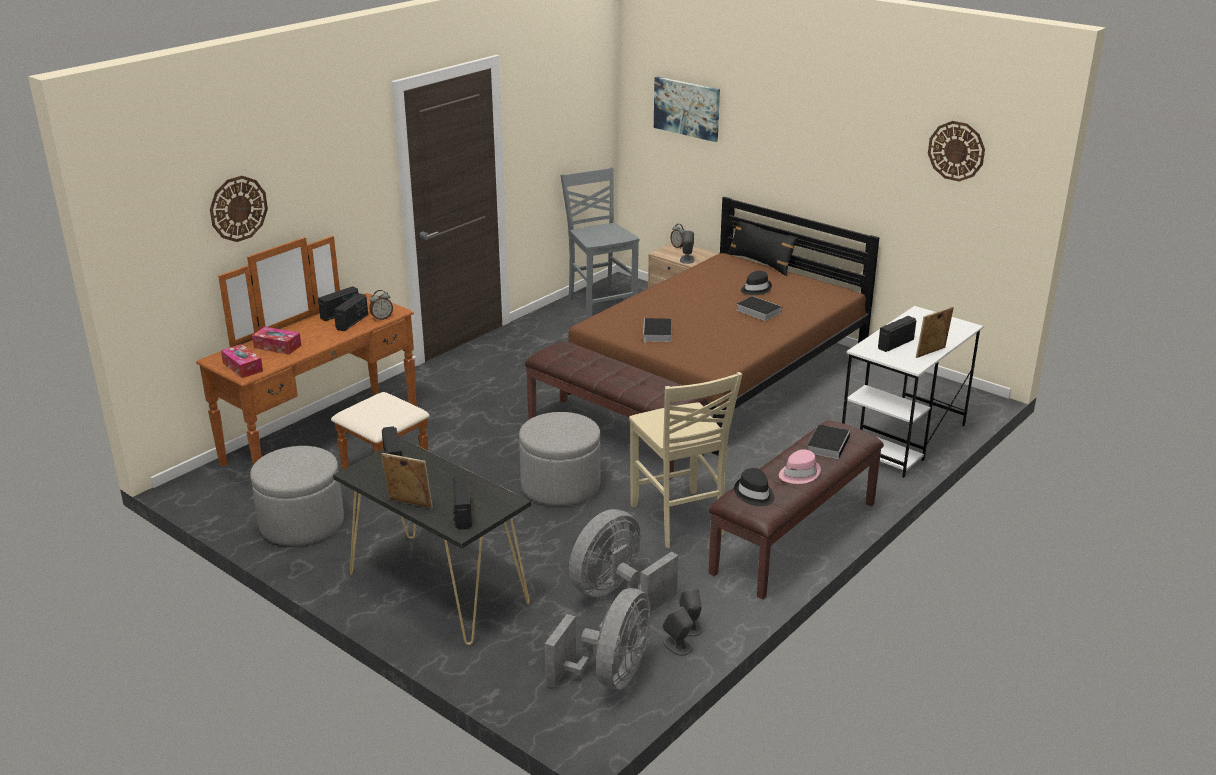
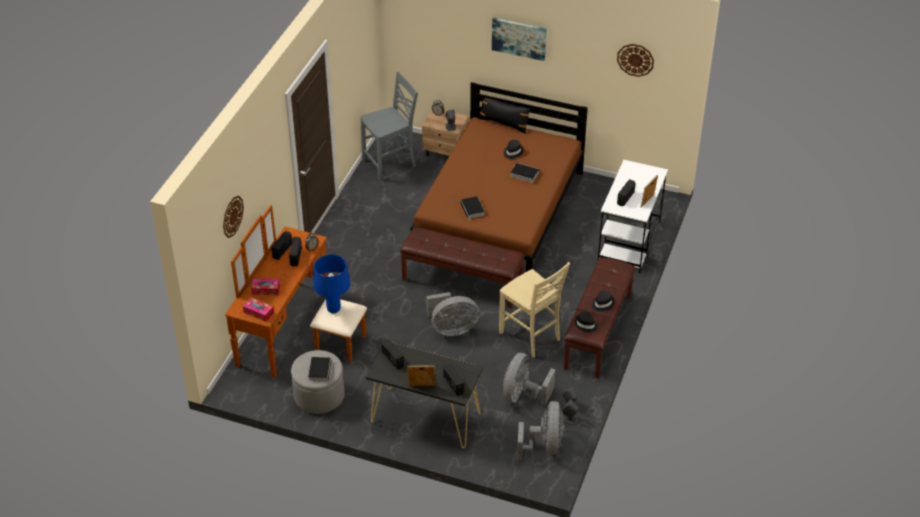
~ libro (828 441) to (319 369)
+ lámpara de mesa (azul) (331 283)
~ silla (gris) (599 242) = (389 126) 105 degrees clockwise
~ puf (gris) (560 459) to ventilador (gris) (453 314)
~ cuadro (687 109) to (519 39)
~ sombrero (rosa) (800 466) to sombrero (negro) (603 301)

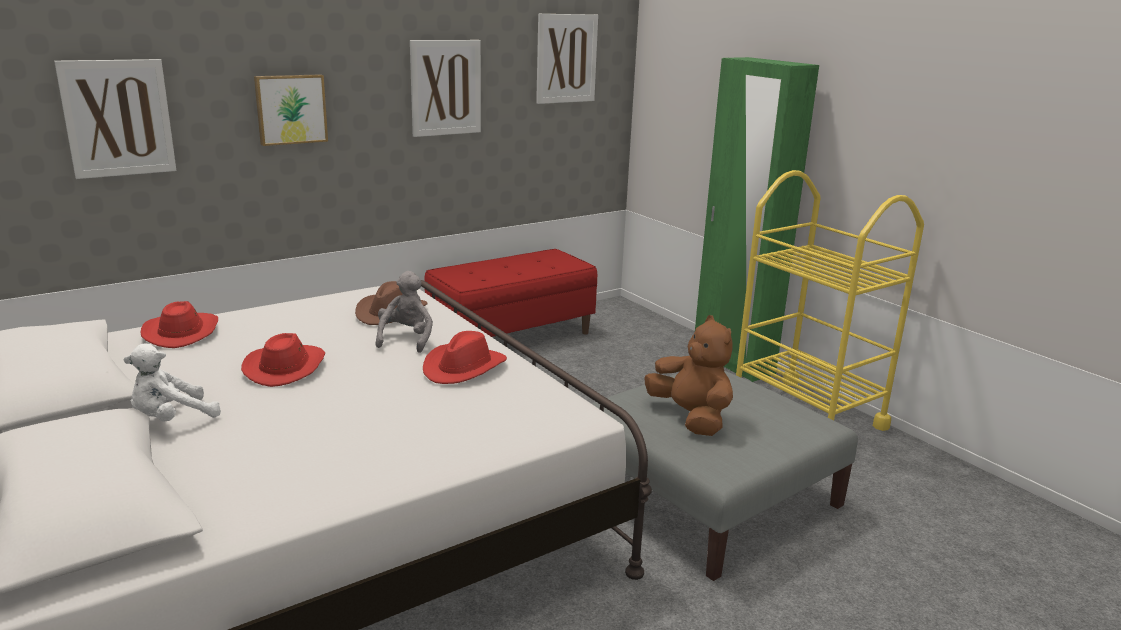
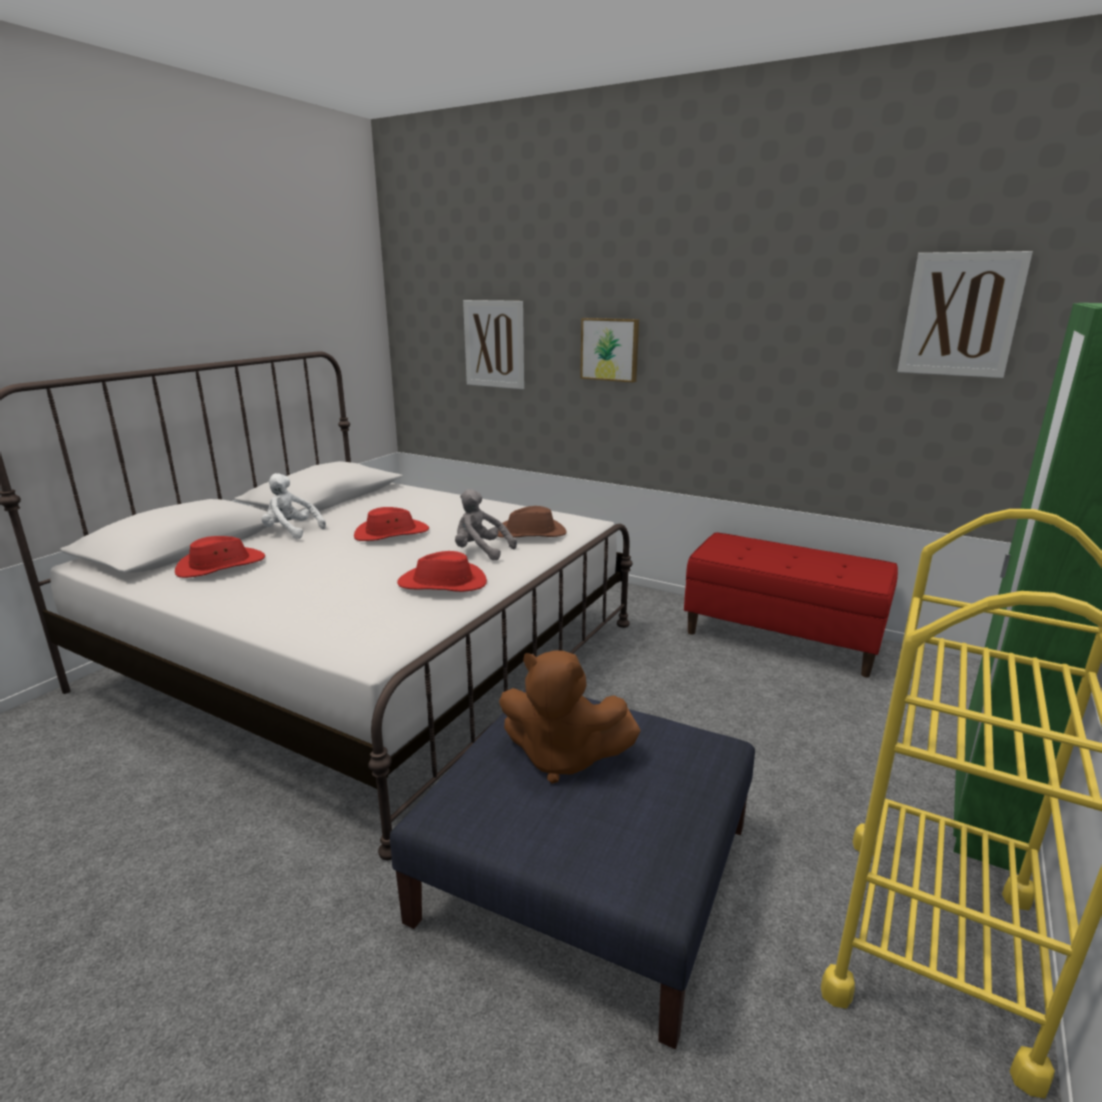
~ sombrero (rojo) (179 324) to (220 557)
~ puf (gris) (724 476) to puf (azul) (572 869)
~ peluche (gris) (404 312) = (486 524) 135 degrees counterclockwise
~ peluche (marrón) (688 375) = (570 717) 75 degrees clockwise
- cuadro (445 88)

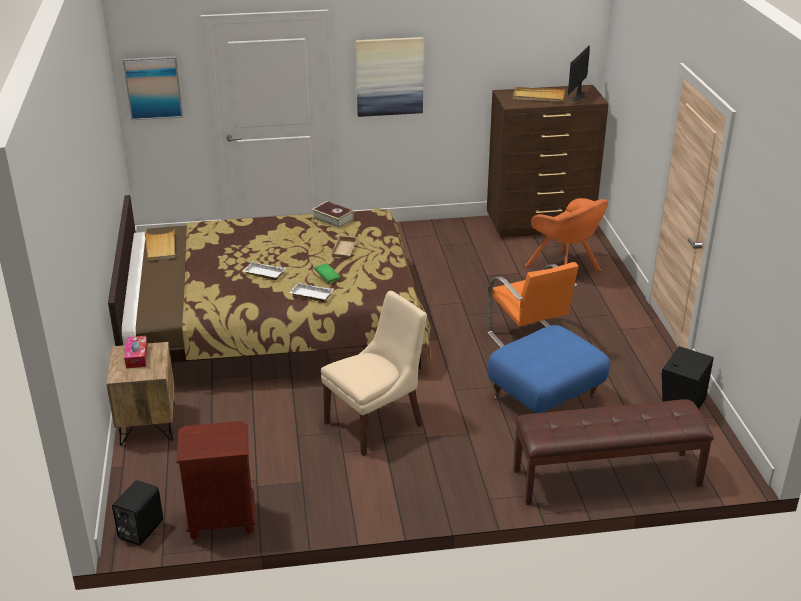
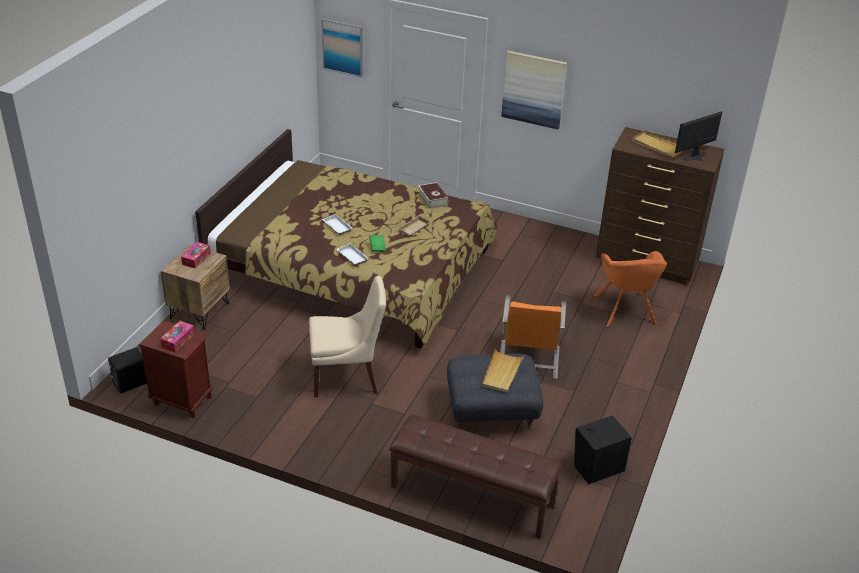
+ caja de pañuelos (177 336)
~ puf (azul) (549 369) to puf (gris) (495 392)
~ bandeja (beis) (159 244) to (503 371)

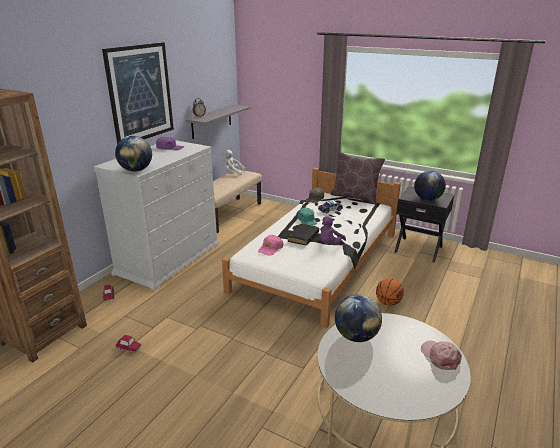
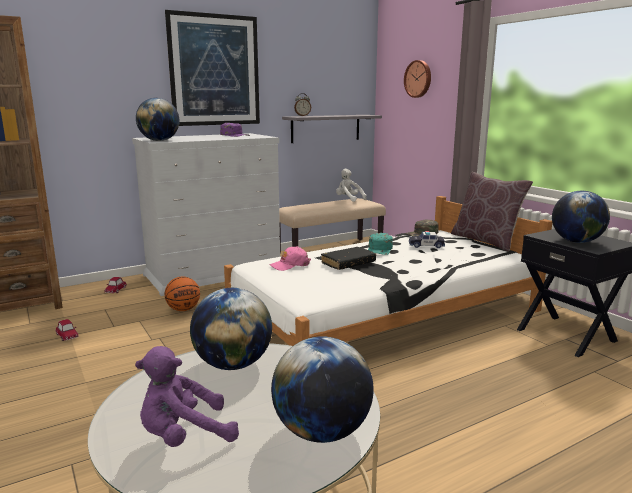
~ peluche (morado) (333 230) to (187 396)
~ balón de baloncesto (390 292) to (182 294)
~ gorra (rosa) (441 355) to globo terráqueo (322 389)
+ reloj de pared (417 79)

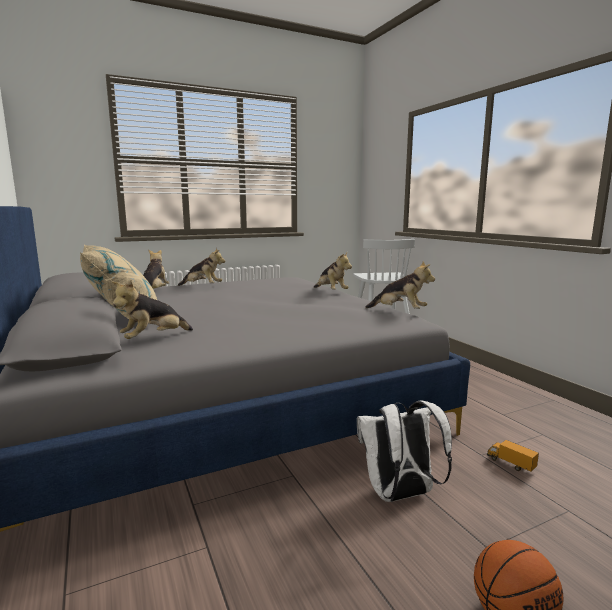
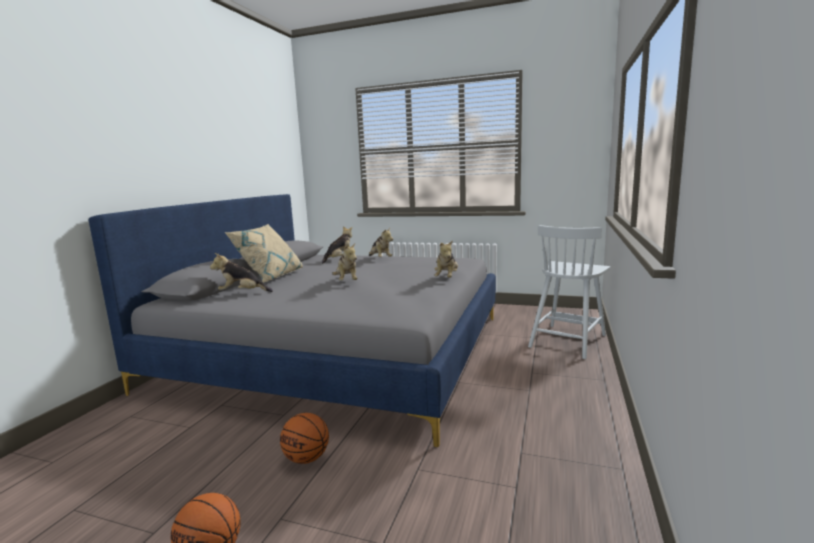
~ mochila (blanco) (404 451) to balón de baloncesto (304 438)
~ peluche (400 285) to (344 262)
- camión de juguete (513 456)

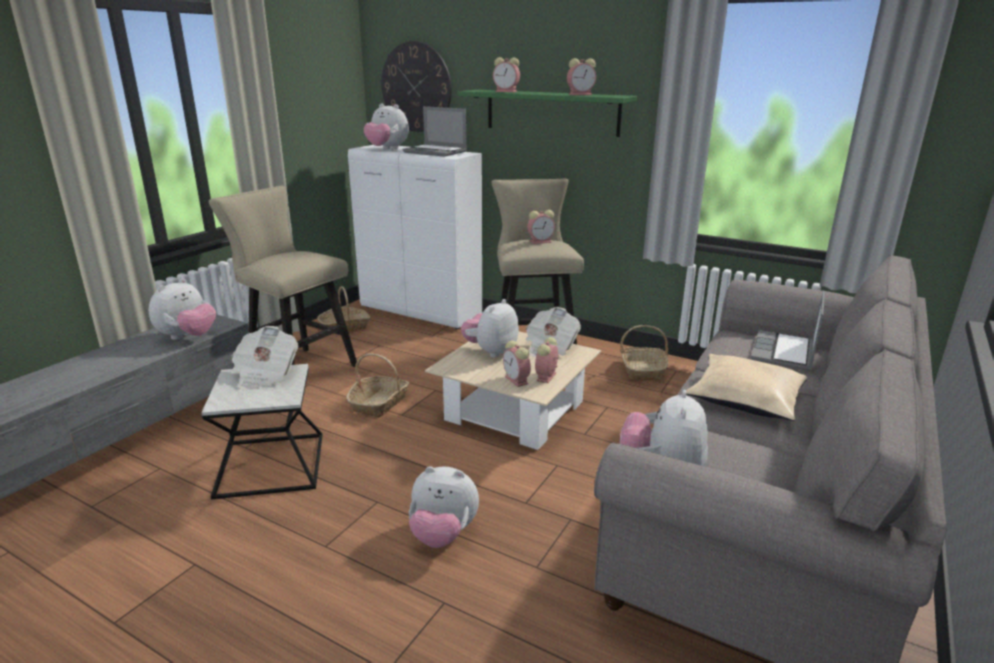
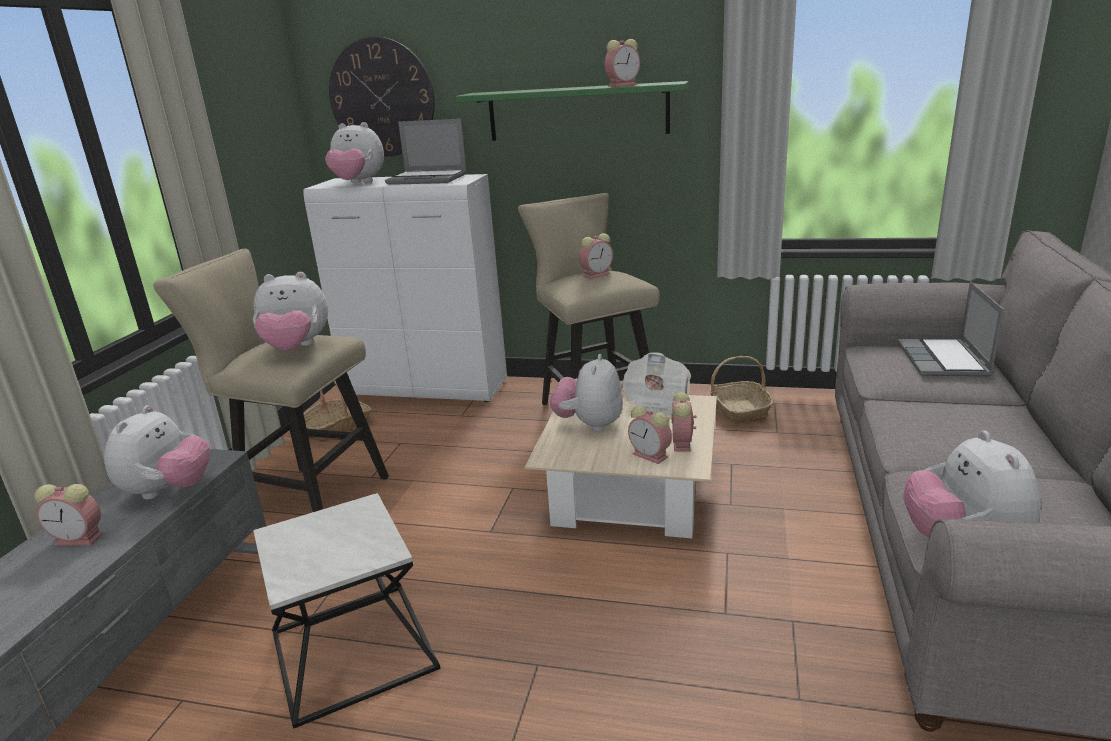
~ despertador (506 74) to (68 515)
~ peluche (444 507) to (290 311)
- periódico (264 358)
- cesta (377 385)
- cojín (beis) (746 387)

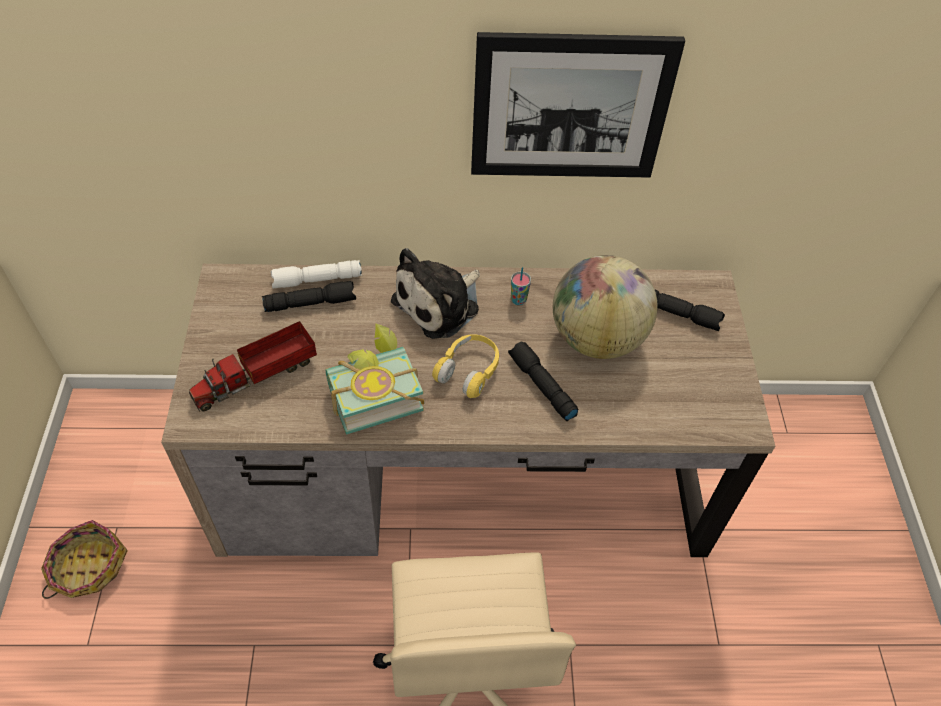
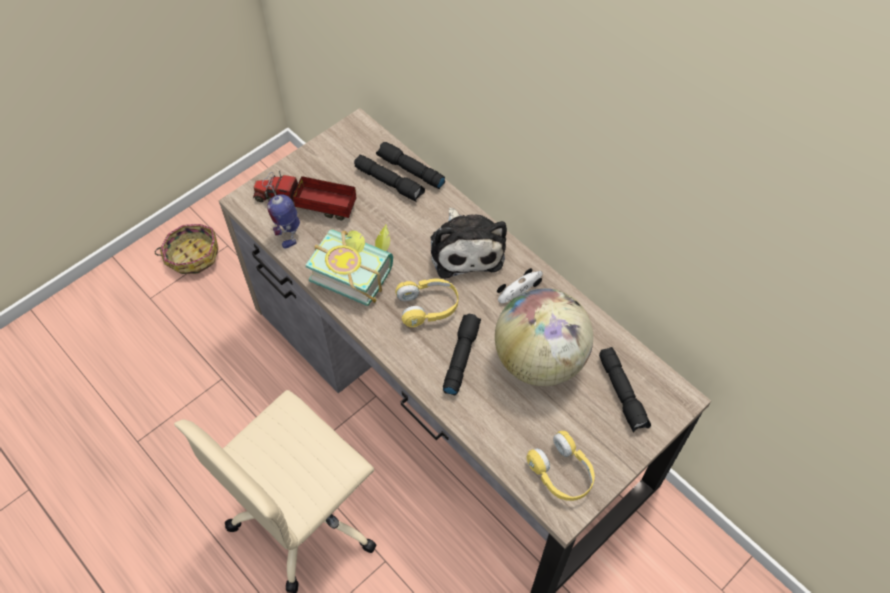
+ robot de juguete (281 210)
~ linterna (blanco) (316 274) to linterna (negro) (410 165)
~ peluche (435 293) = (469 242) 105 degrees counterclockwise
~ taza (521 286) to coche de juguete (520 285)
+ auriculares (amarillo) (560 466)
- cuadro (578 105)

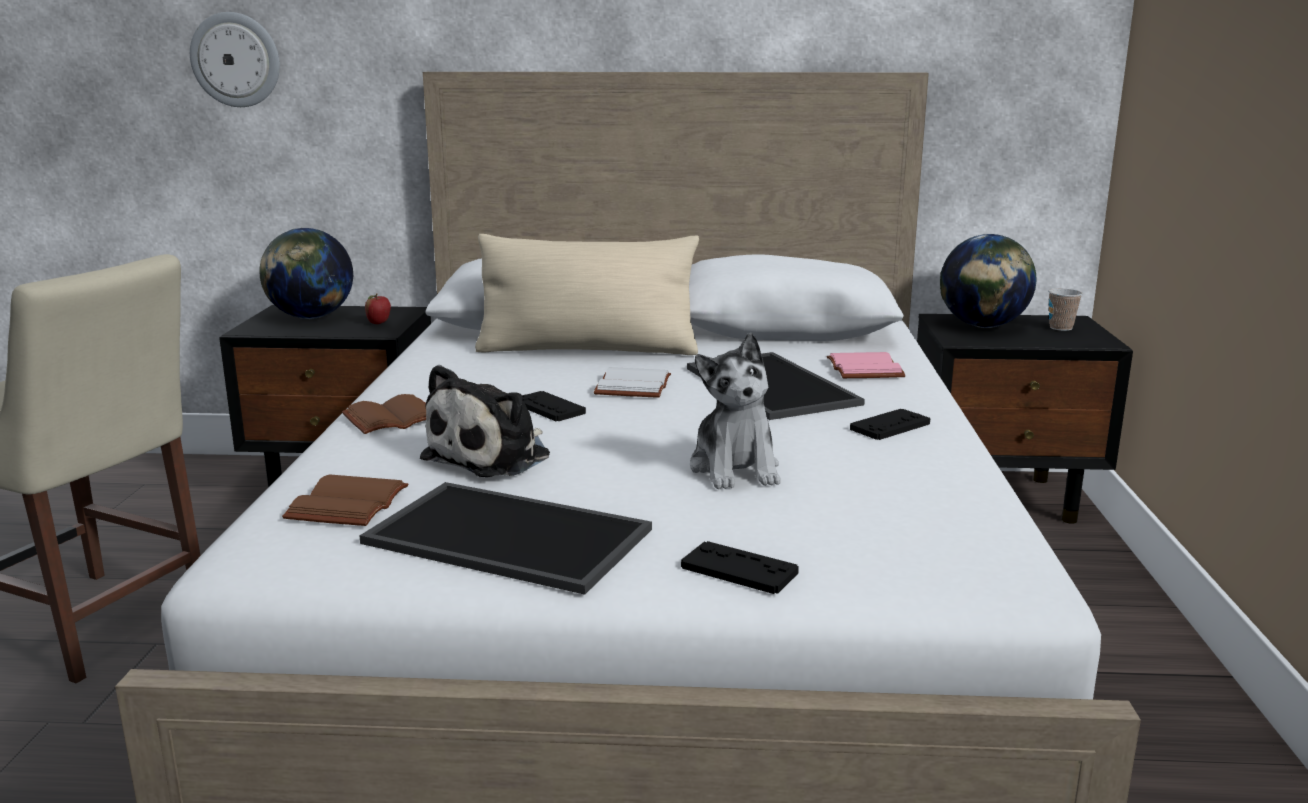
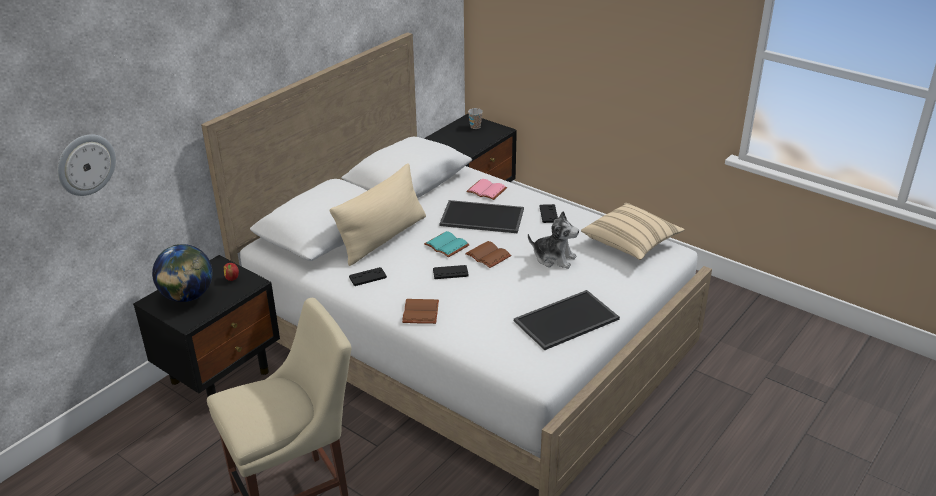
~ mando de consola (negro) (740 567) to (368 276)
~ libro (blanco) (632 382) to libro (turquesa) (447 244)
~ libro (marrón) (345 500) to (488 254)
+ cojín (beis) (633 231)
- peluche (485 421)
- globo terráqueo (988 281)

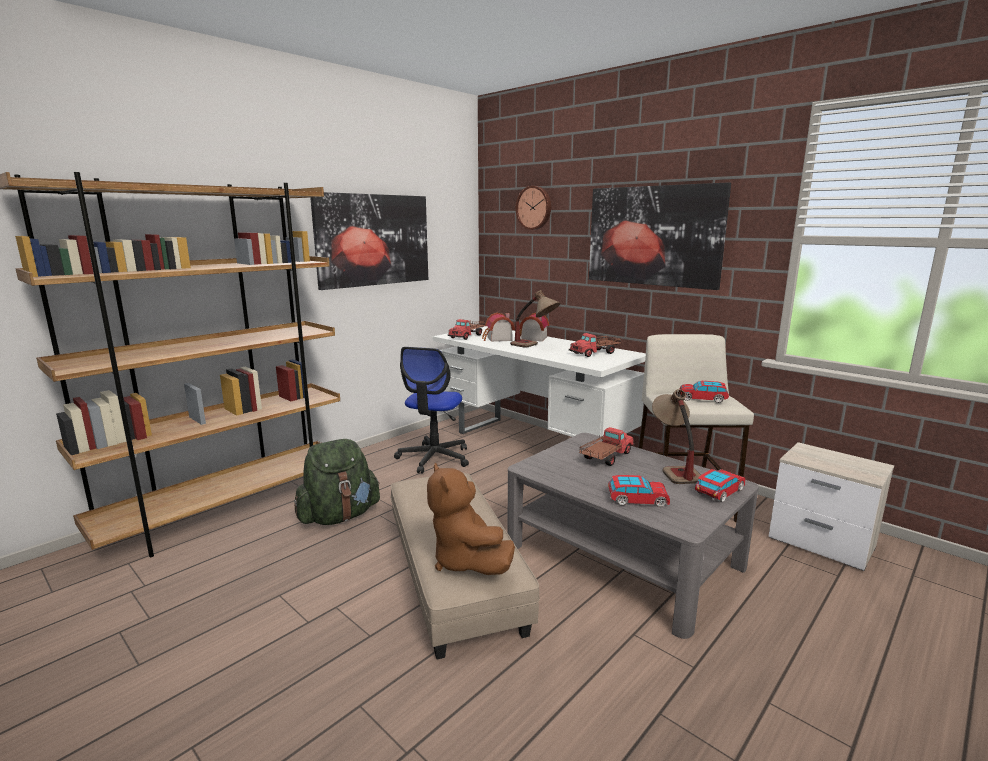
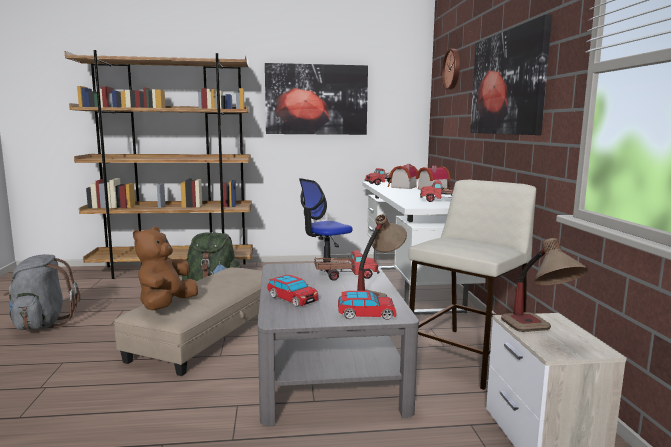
+ mochila (gris) (41 292)
~ lámpara de mesa (535 318) to (544 285)
- coche de juguete (704 392)

